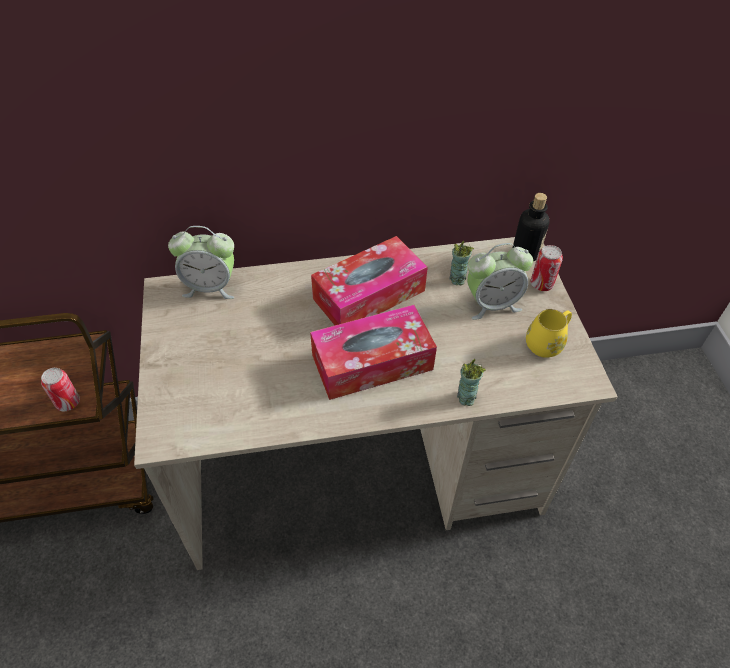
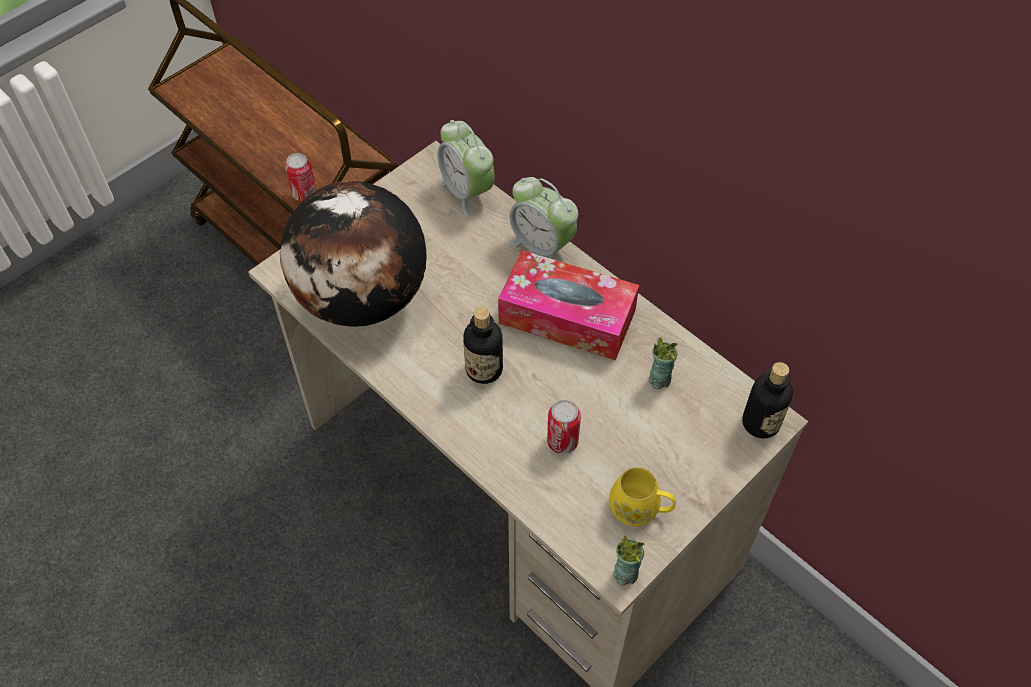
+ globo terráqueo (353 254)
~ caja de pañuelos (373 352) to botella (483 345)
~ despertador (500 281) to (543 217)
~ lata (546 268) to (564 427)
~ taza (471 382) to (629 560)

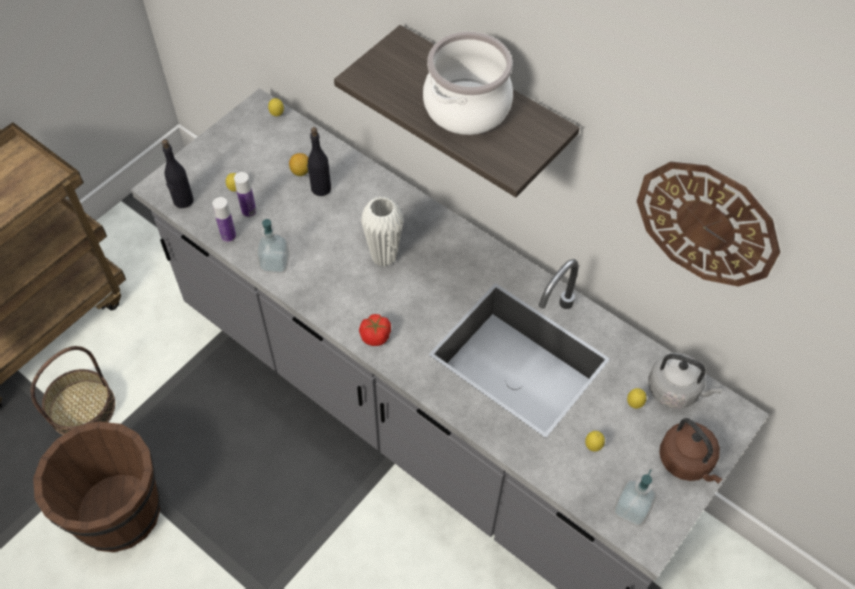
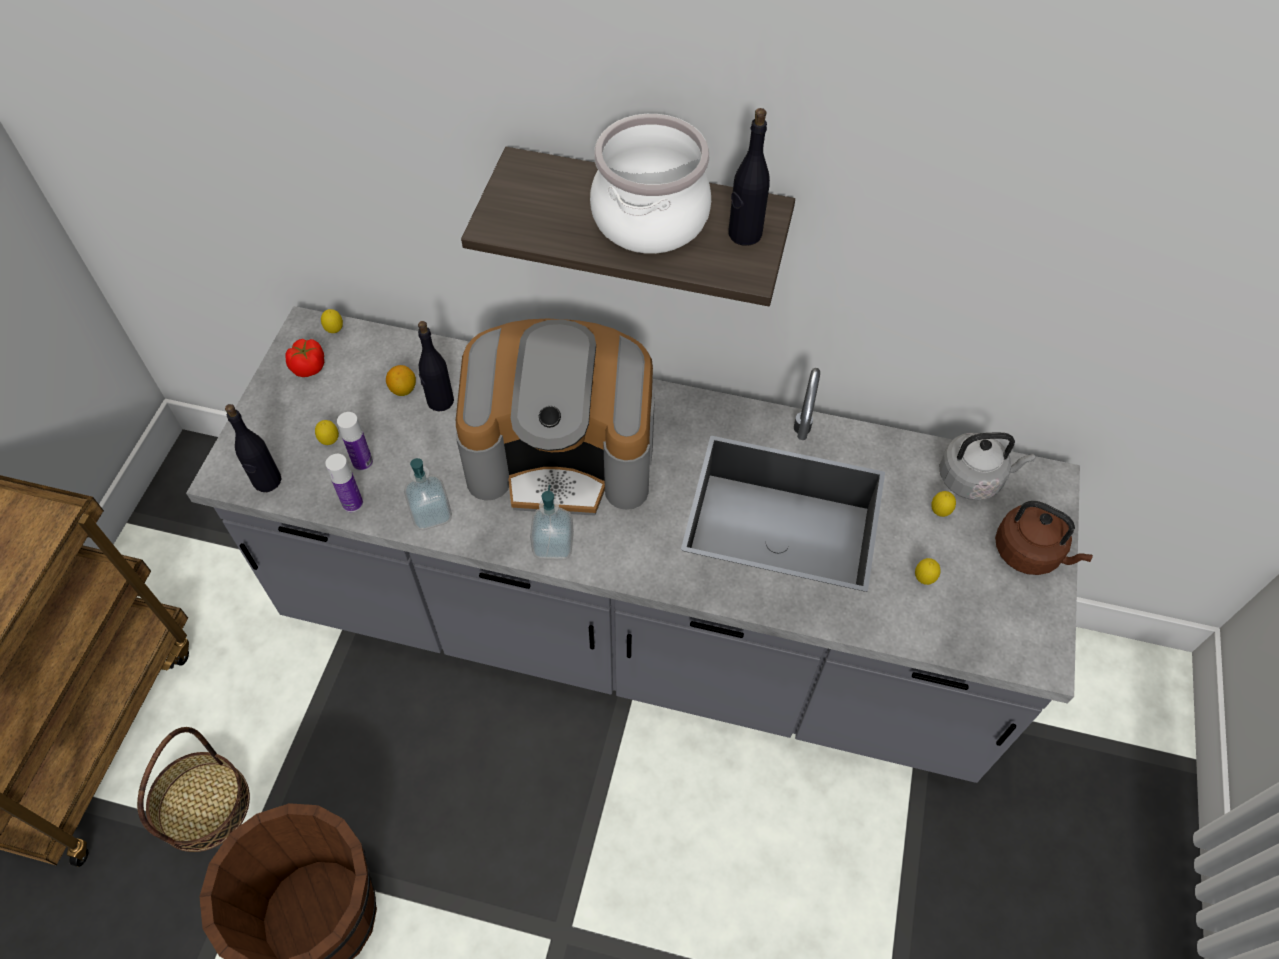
~ tomate (375 330) to (304 358)
~ florero (blanco) (382 231) to cafetera (555 417)
~ dispensador de jabón (635 497) to (552 522)
+ botella (negro) (749 177)
- reloj de pared (708 224)

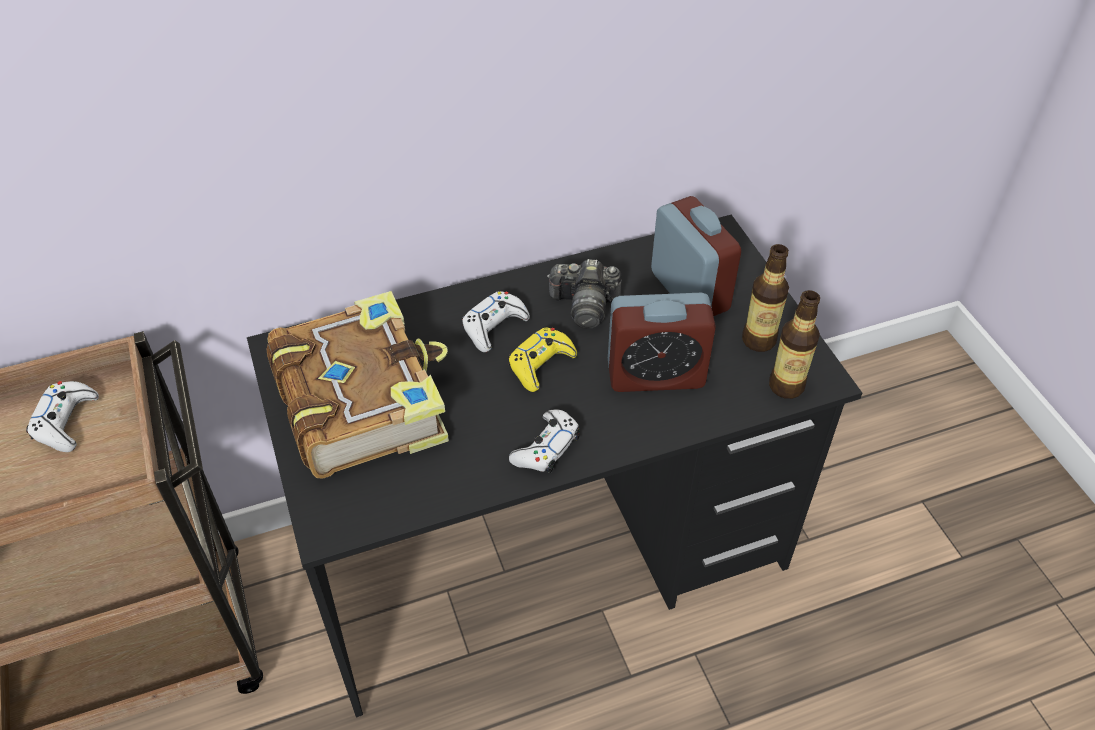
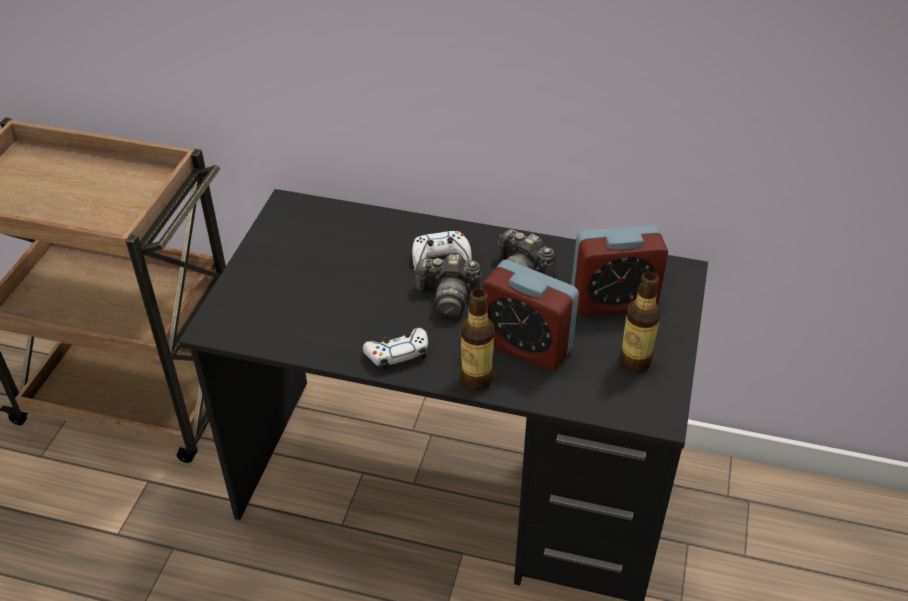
~ mando de consola (amarillo) (542 359) to cámara (447 285)
~ botella (794 344) to (477 340)
~ despertador (696 256) = (619 270) 75 degrees clockwise
- mando de consola (blanco) (62 416)
- libro (357 385)

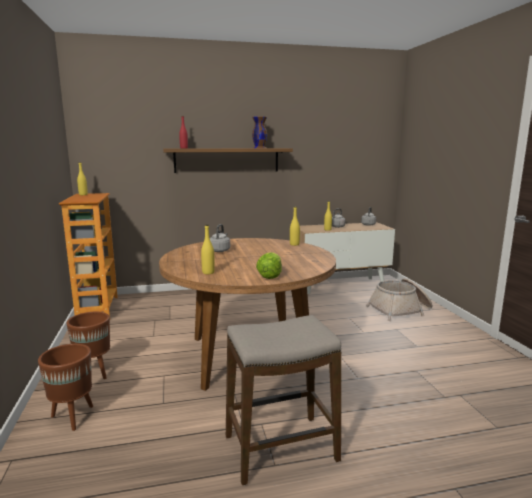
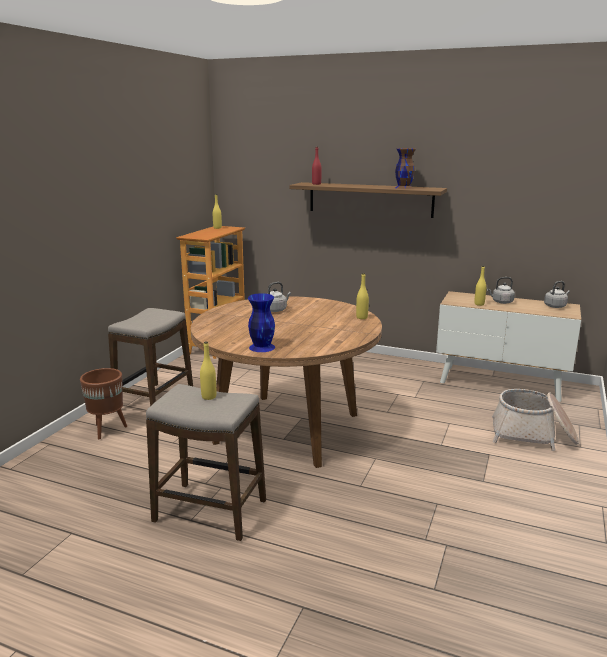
~ maceta (marrón) (88 345) to taburete (150 360)
~ botella (amarillo) (208 249) to (208 370)
~ lechuga (269 265) to florero (azul) (261 322)

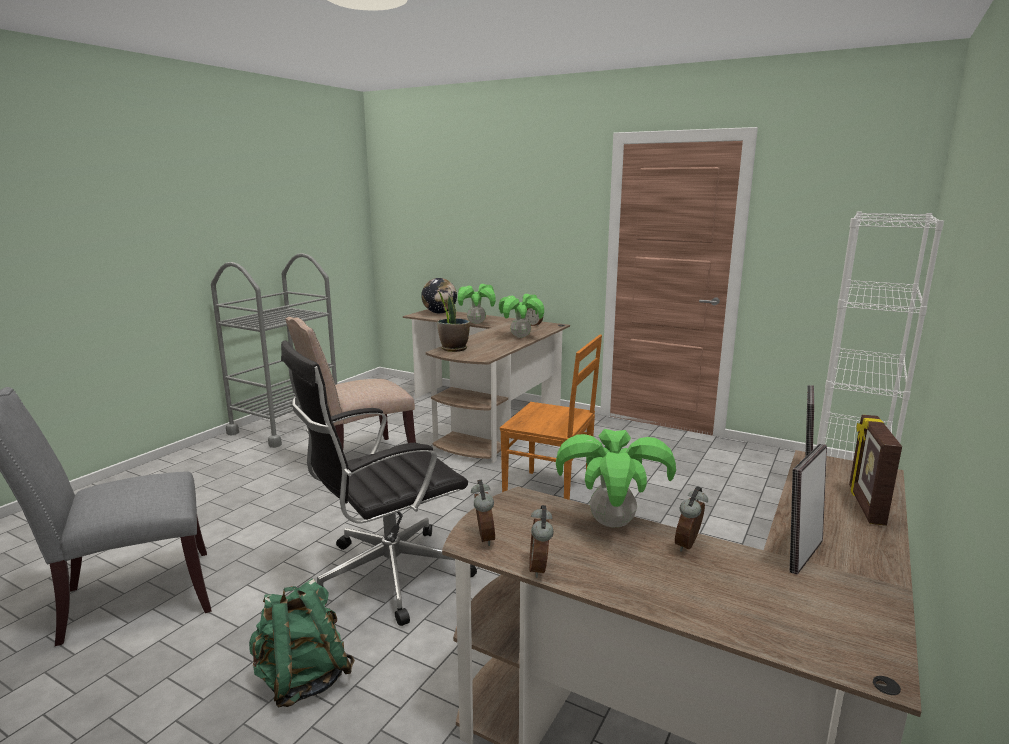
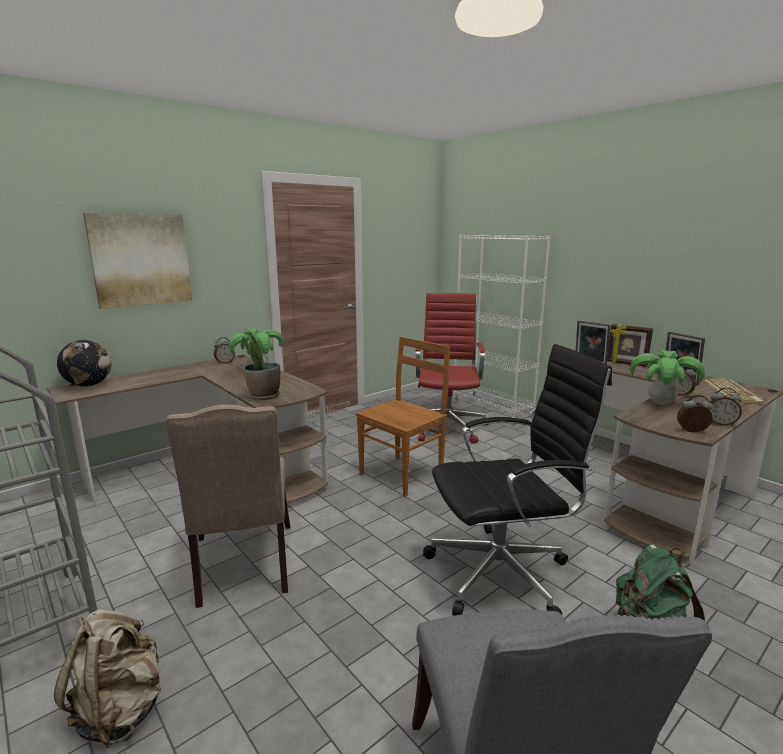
+ mochila (beis) (107 678)
+ cuadro (137 261)
+ silla de oficina (rojo) (452 368)
~ silla de oficina (negro) (379 483) = (517 480) 90 degrees counterclockwise
+ teclado (734 390)
- planta en maceta (477 304)

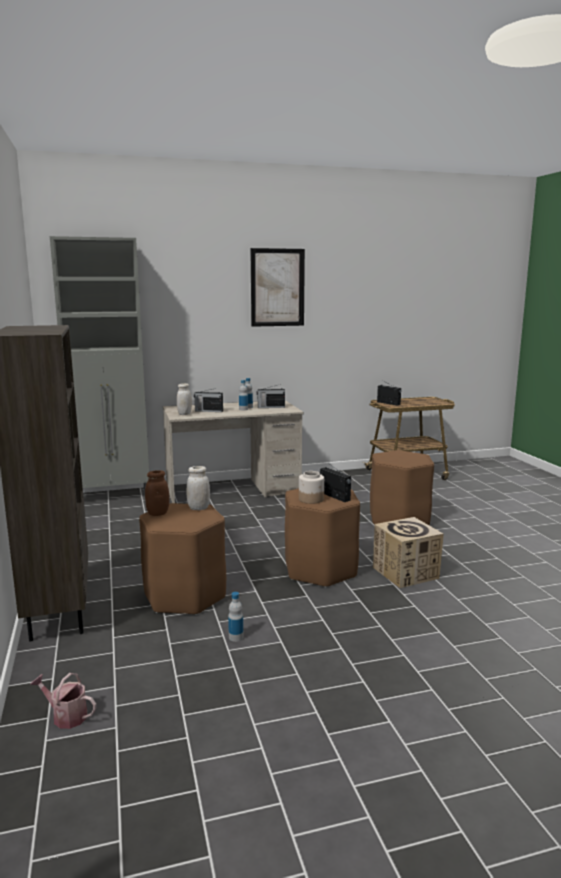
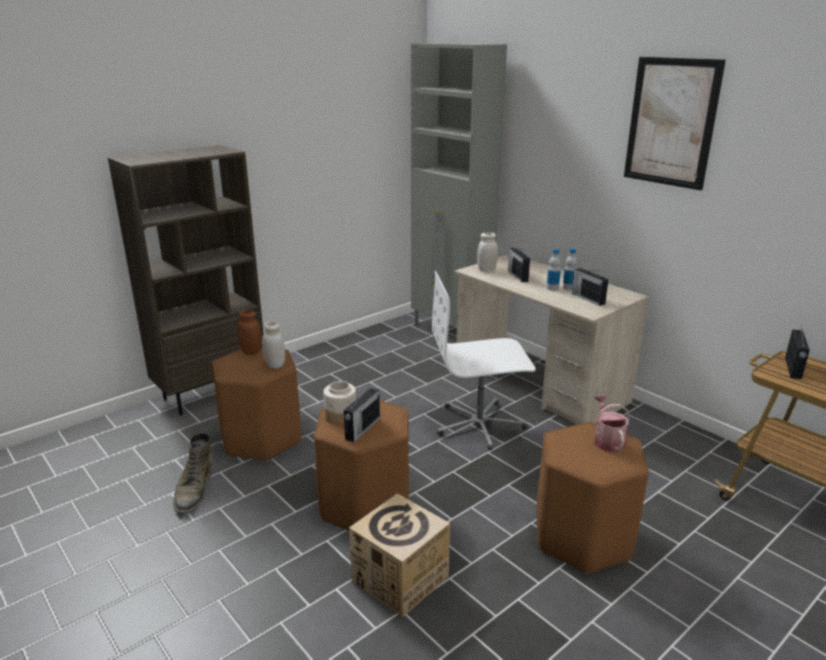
~ botella (235 617) to bota (verde) (193 472)
+ silla de oficina (blanco) (484 360)
~ regadera (63 701) to (612 423)

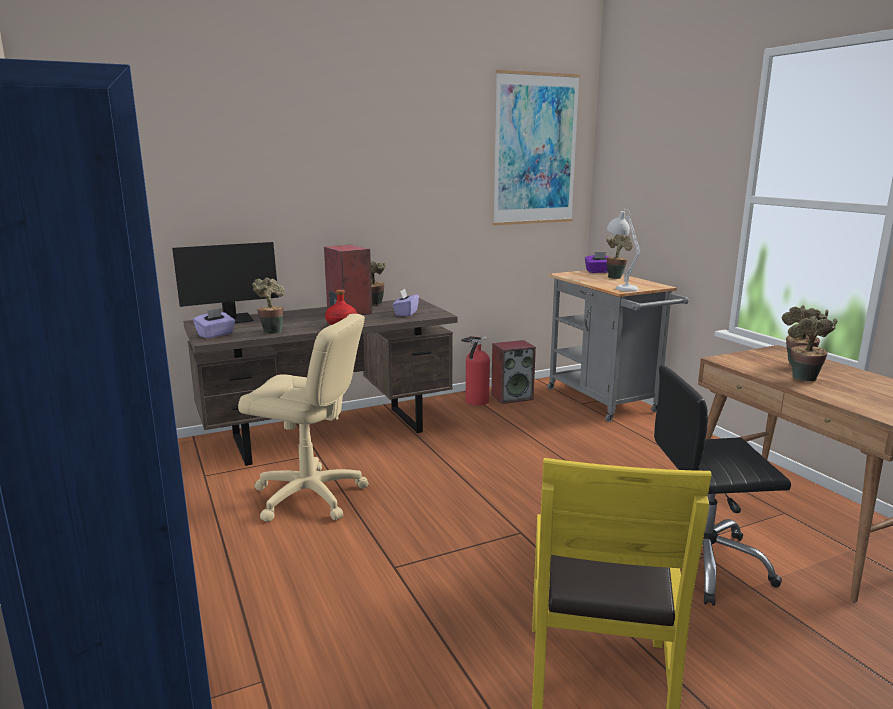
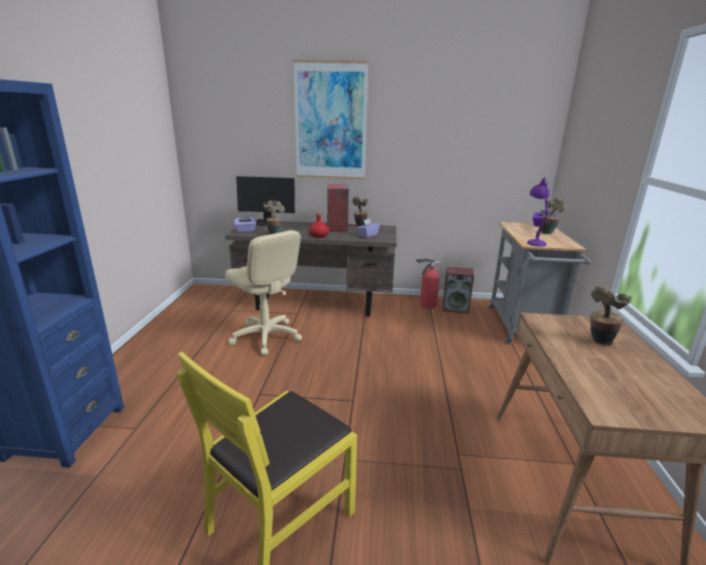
~ cuadro (536 147) to (330 119)
~ lámpara de mesa (blanco) (624 250) to lámpara de mesa (morado) (538 212)
- silla de oficina (negro) (722 486)
- planta en maceta (812 348)

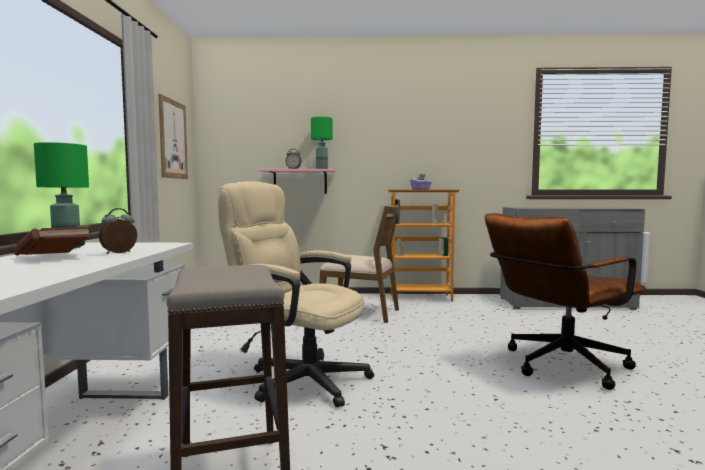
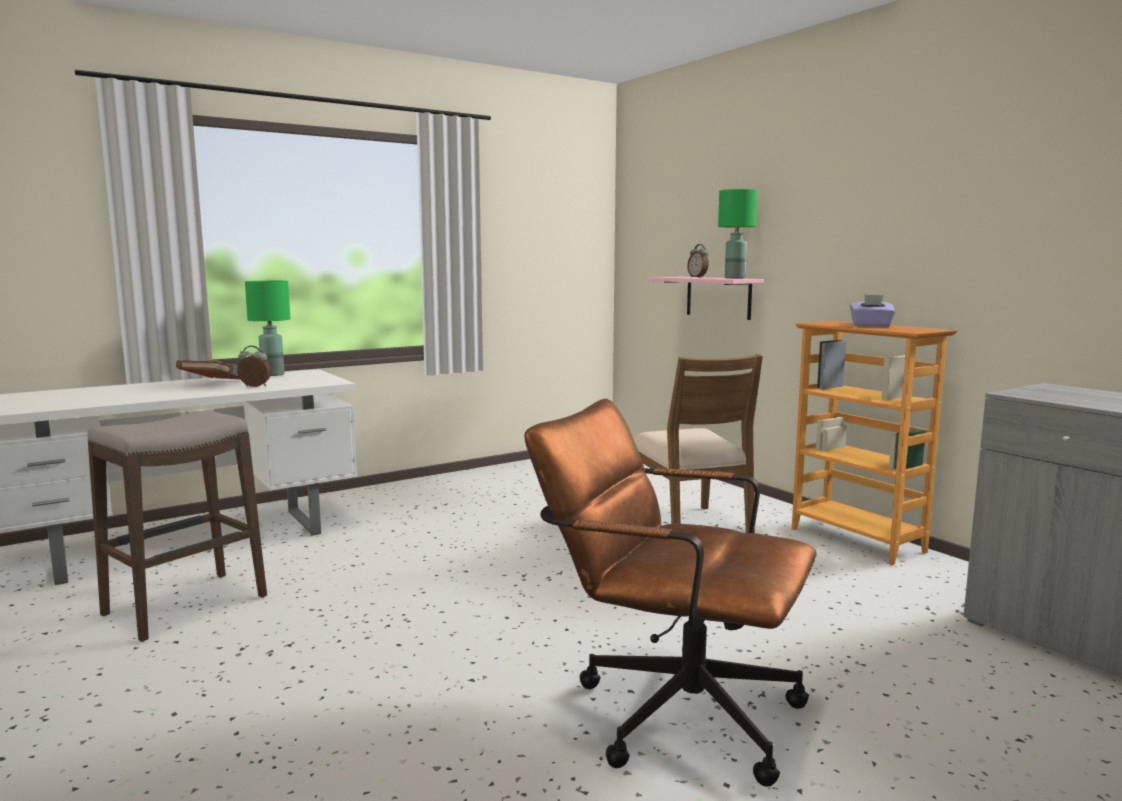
- cuadro (173 136)
- silla de oficina (beis) (296 294)

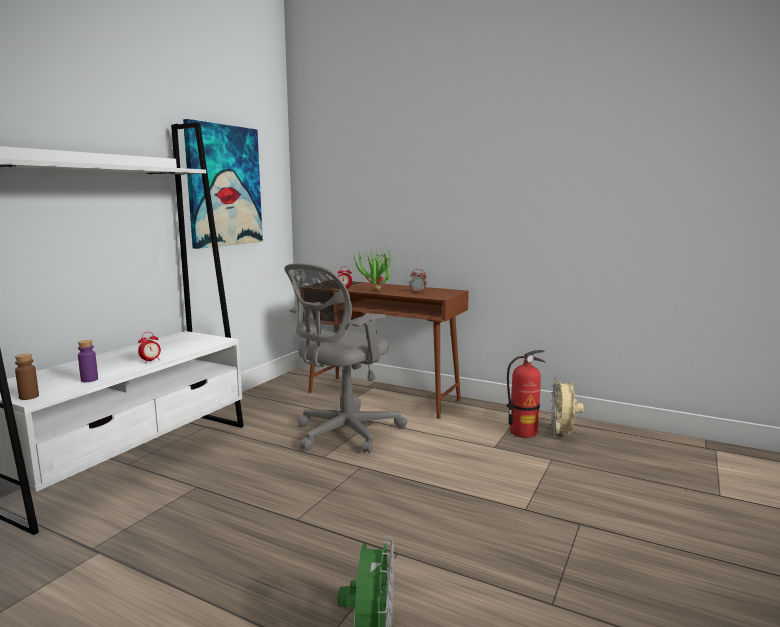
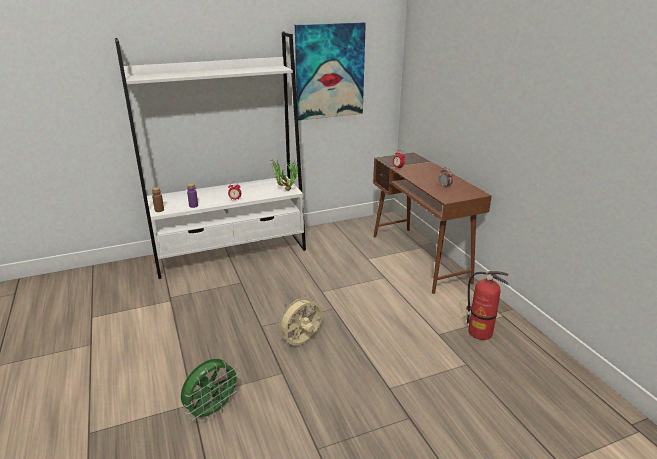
~ planta en maceta (372 269) to (284 175)
~ ventilador (beis) (566 407) to (299 320)
- silla de oficina (gris) (345 358)

